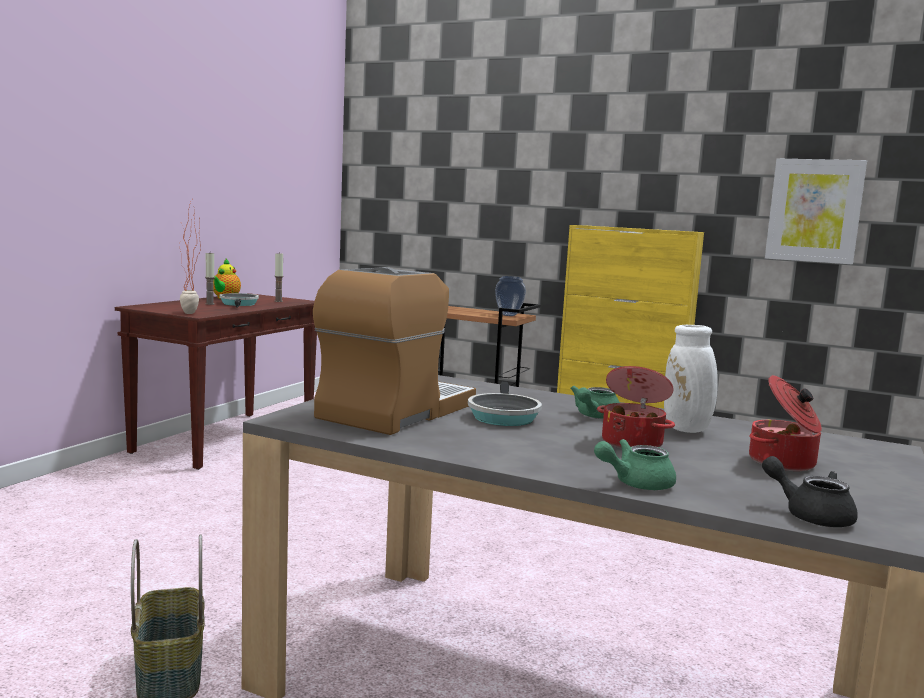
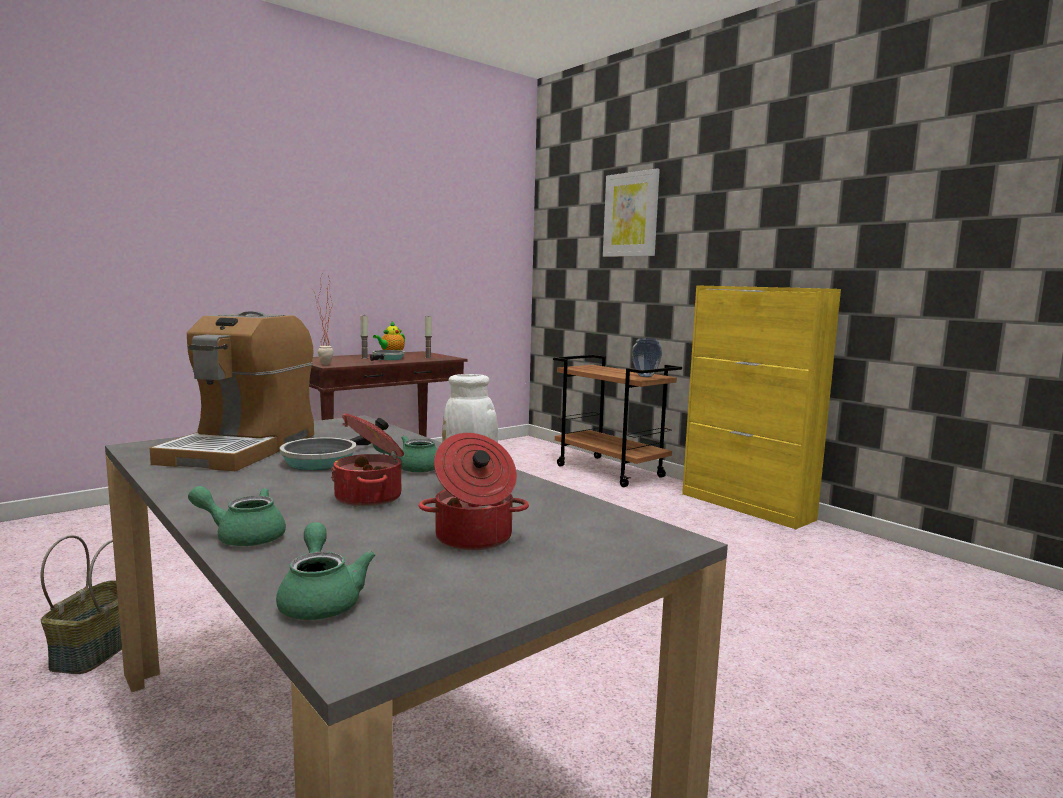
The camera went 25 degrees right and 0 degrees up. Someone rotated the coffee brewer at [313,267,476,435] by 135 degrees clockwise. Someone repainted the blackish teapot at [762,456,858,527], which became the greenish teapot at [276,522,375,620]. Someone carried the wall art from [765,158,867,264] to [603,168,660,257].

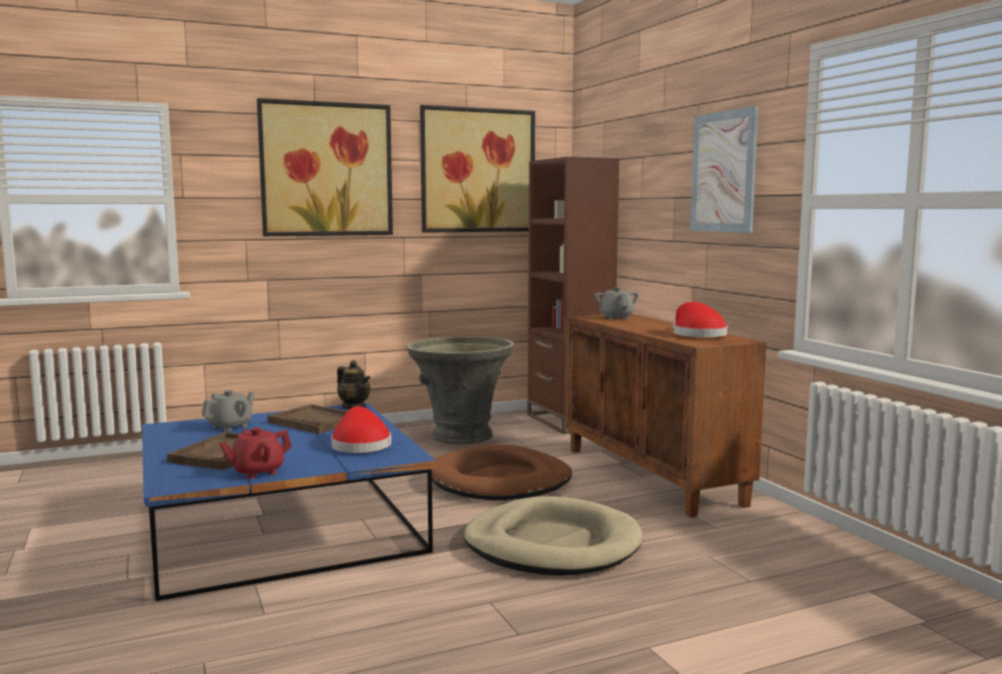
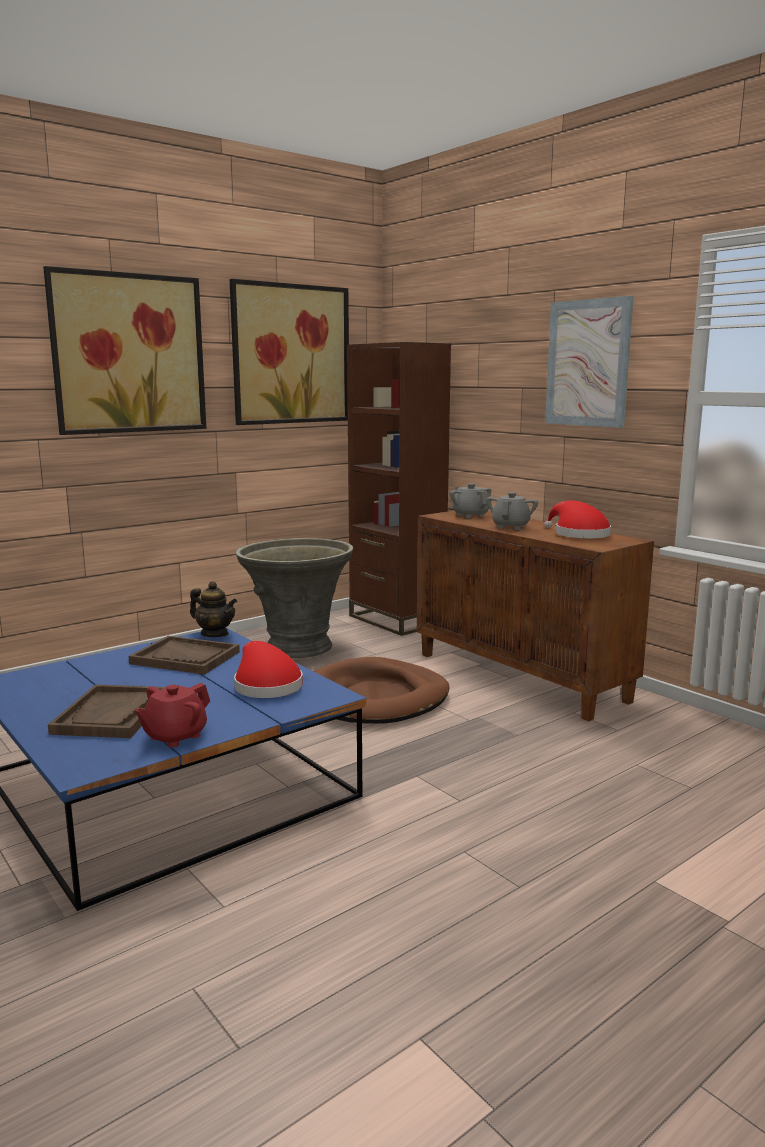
The camera went 15 degrees left and 5 degrees up. Someone carried the gray teapot from [202,390,255,431] to [486,492,538,530]. Someone took away the sand-coloured dog cushion at [464,496,642,575].

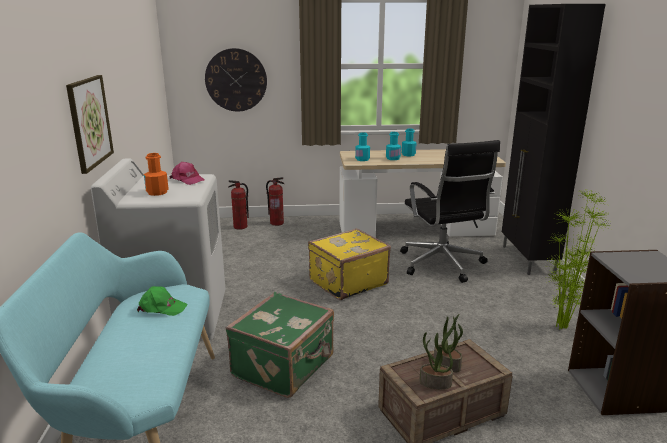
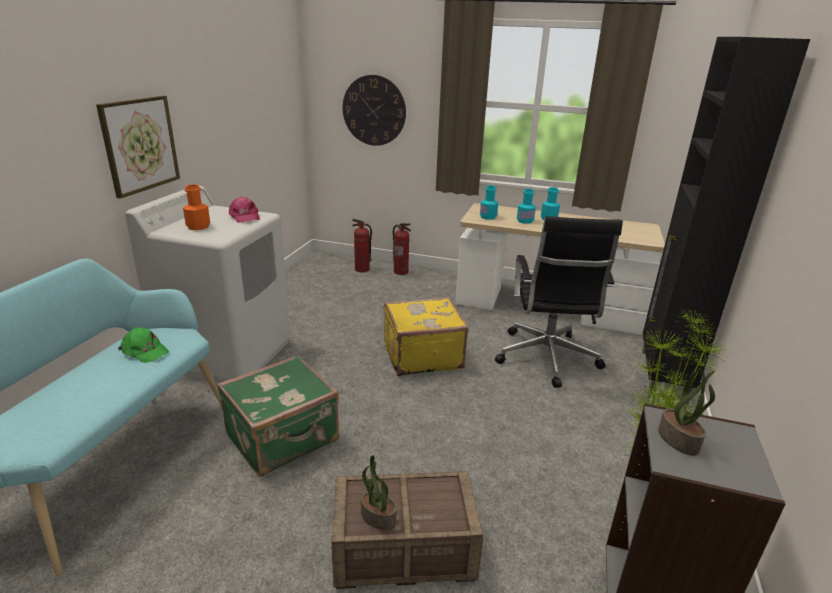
The camera went 20 degrees right and 5 degrees up. Someone carried the houseplant from [434,314,463,372] to [658,371,715,456].

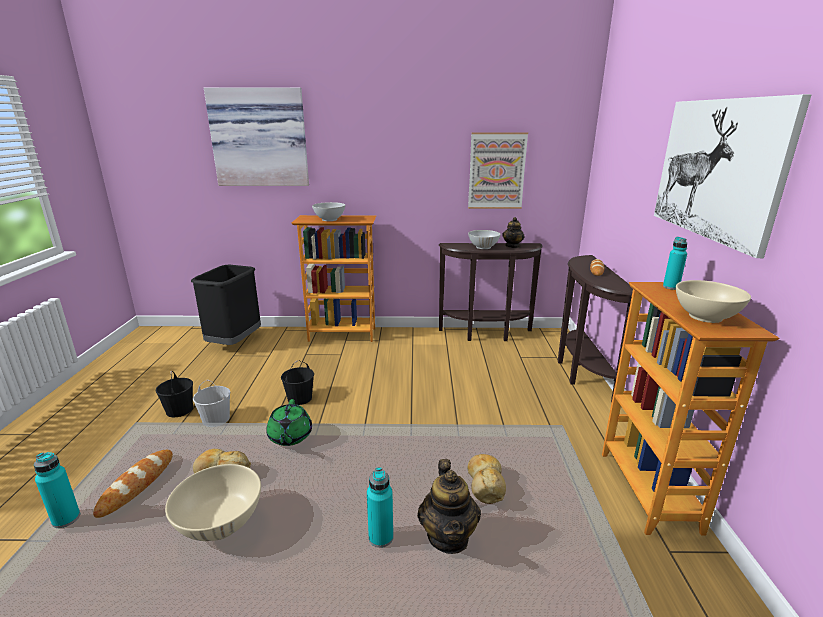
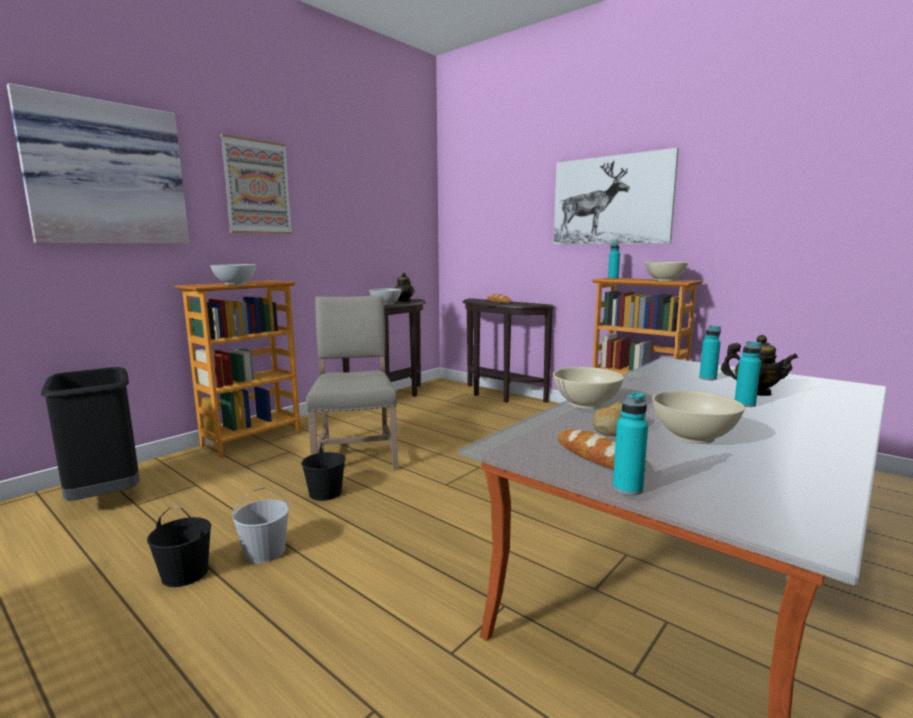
The camera went 50 degrees left and 10 degrees down. Someone carried the wall art from [468,132,528,209] to [220,134,292,234]. Someone put down the sand-coloured plain chair at [306,295,398,470]. Someone swapped the greenish teapot at [266,399,312,446] for the sand-coloured bowl at [553,367,624,409]. Someone swapped the baked bread at [467,454,506,504] for the blue-green drink bottle at [699,325,721,380].

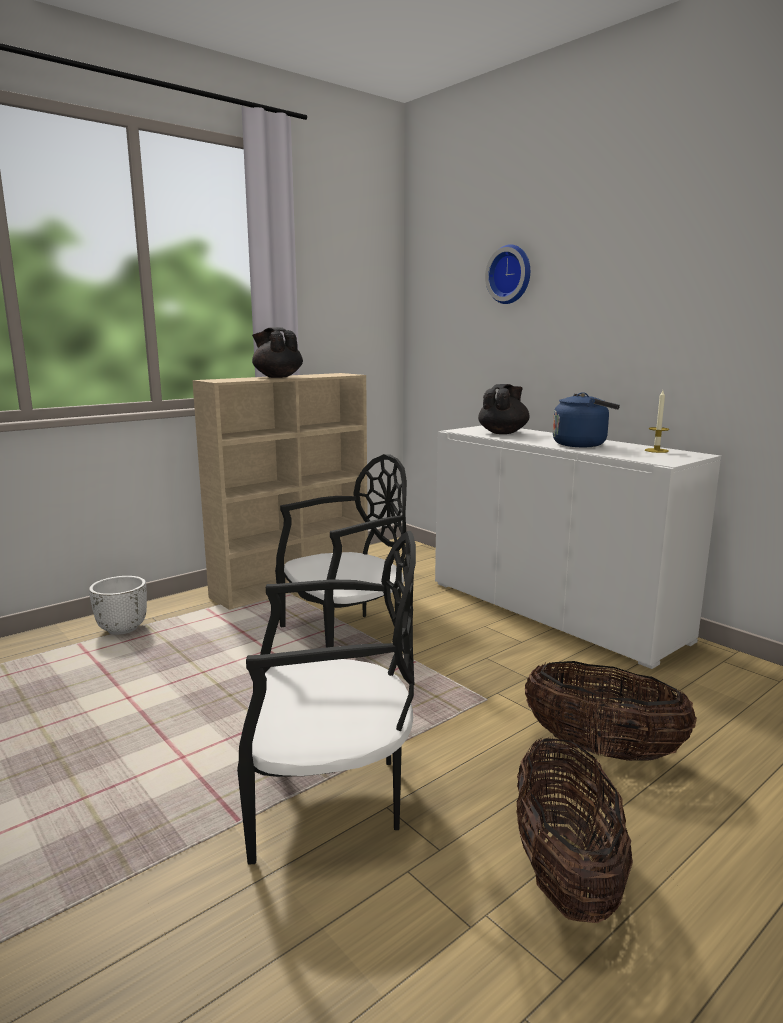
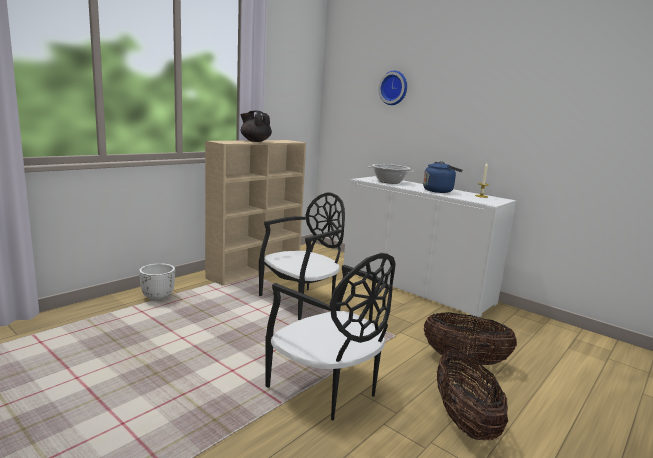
The camera went 10 degrees left and 0 degrees up. Someone rotated the blackish plain chair at [237,531,416,865] by 60 degrees clockwise. Someone swapped the blackish teapot at [478,384,529,434] for the cooking pot at [368,164,414,184].

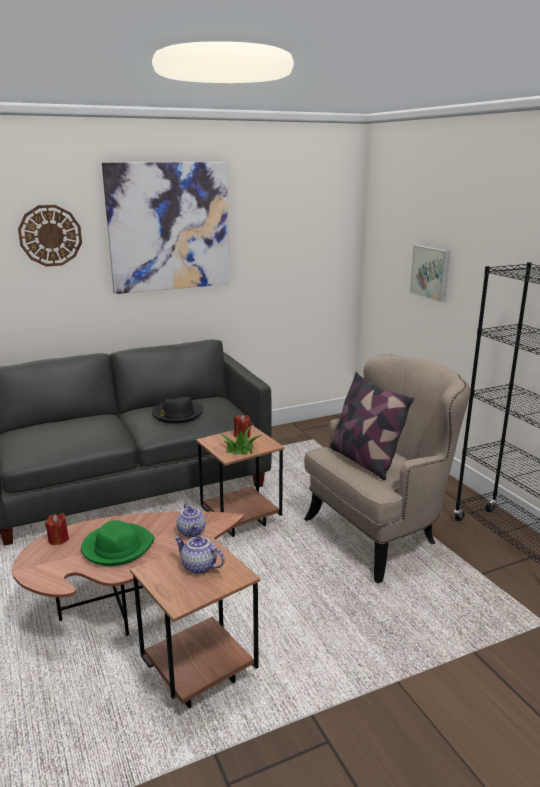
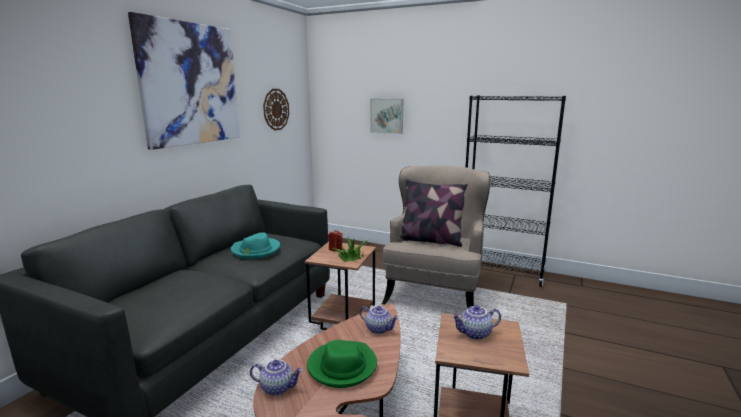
The camera went 40 degrees left and 5 degrees down. Someone repainted the blackish hat at [152,397,204,424], which became the blue-green hat at [231,232,280,259]. Someone swapped the red-coloured wax candle at [45,513,69,545] for the teapot at [250,360,303,396]. Someone carried the clock on the wall from [18,205,82,267] to [263,89,289,131].

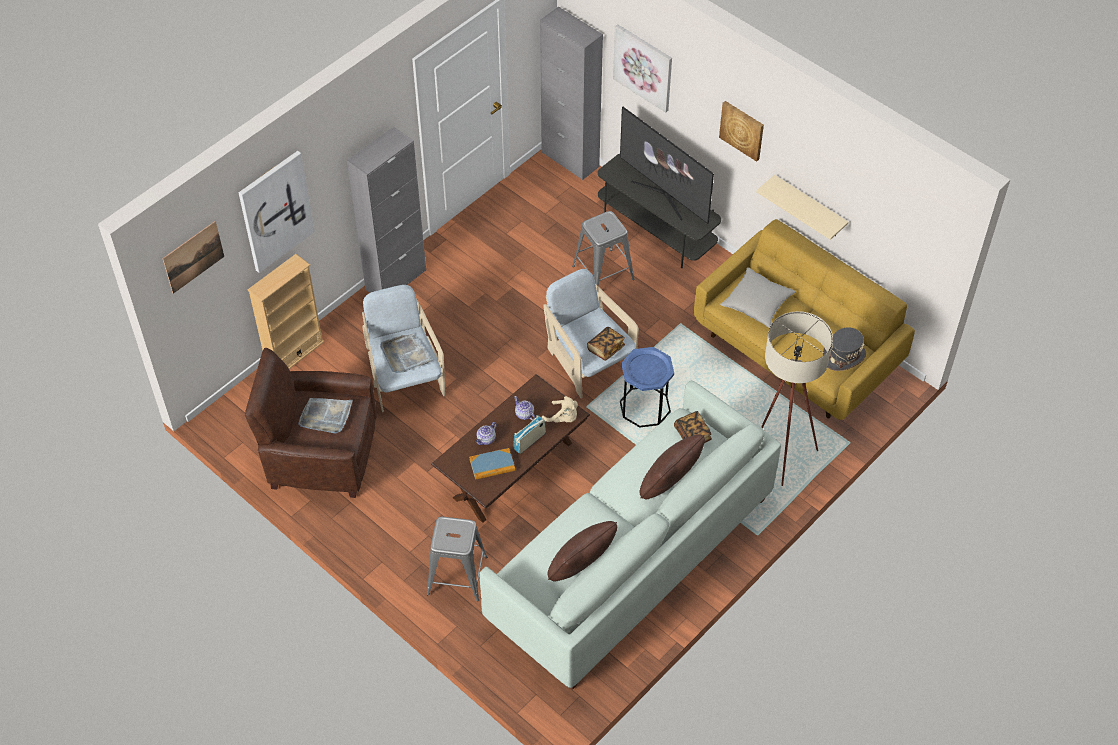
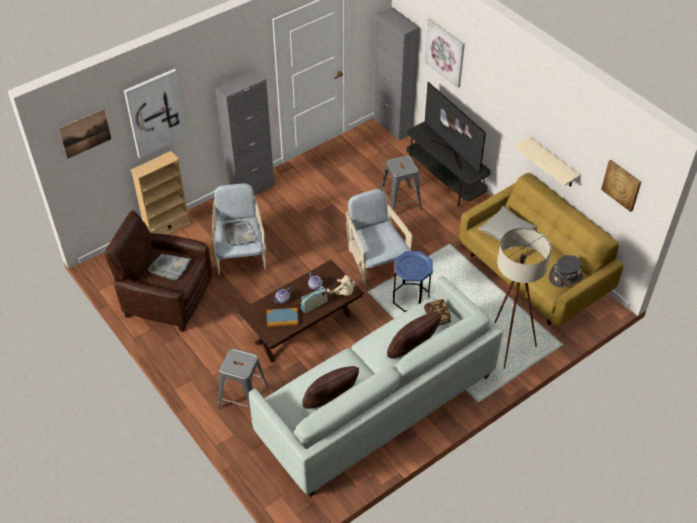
The camera went 10 degrees right and 5 degrees down. Someone carried the wall art from [719,101,764,162] to [601,160,641,212]. Someone took away the book at [587,327,625,361].

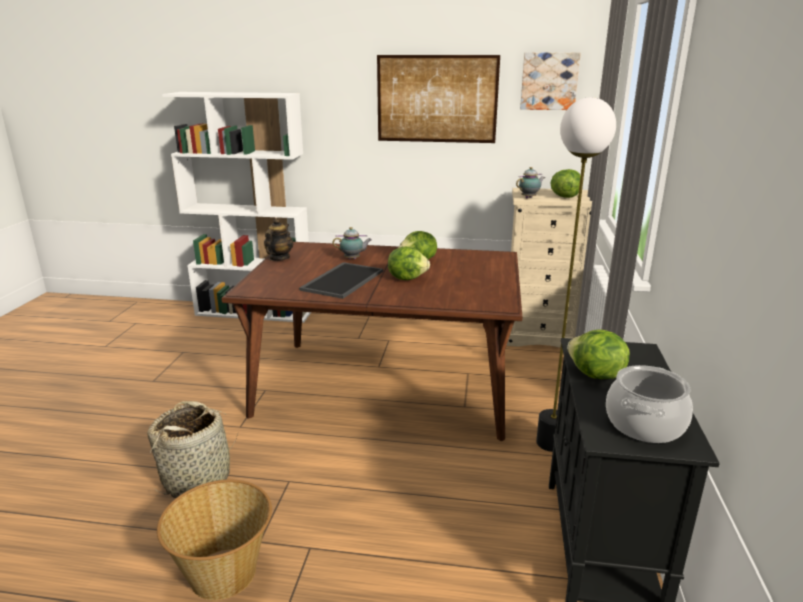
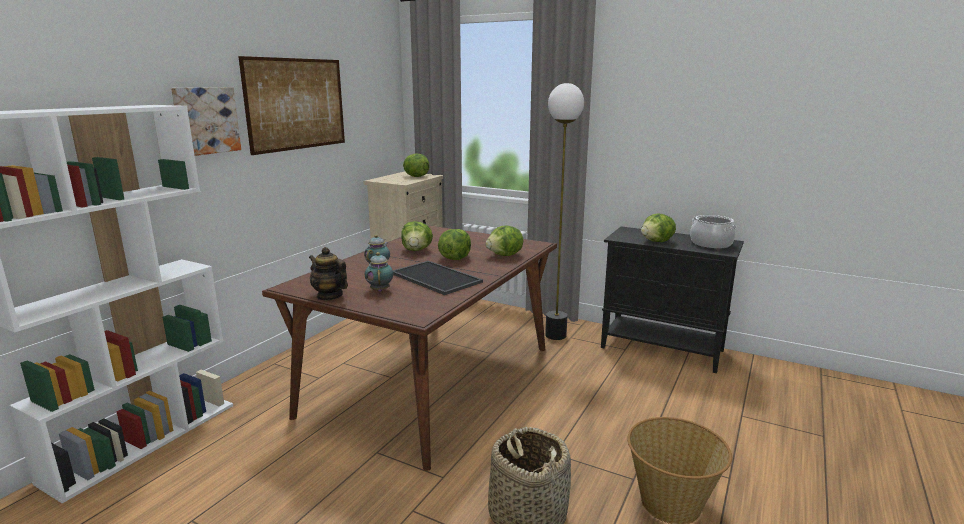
The camera went 70 degrees left and 5 degrees down. Someone carried the wall art from [520,52,581,110] to [171,87,241,156]. Someone carried the teapot from [516,167,545,198] to [365,252,394,292]. Someone put down the lettuce at [485,226,523,256].

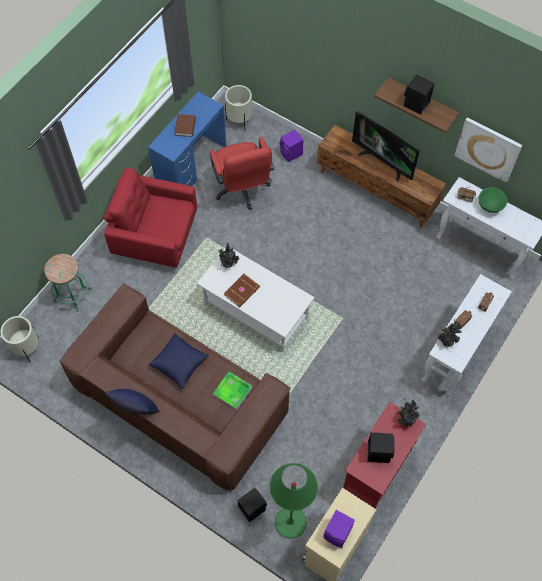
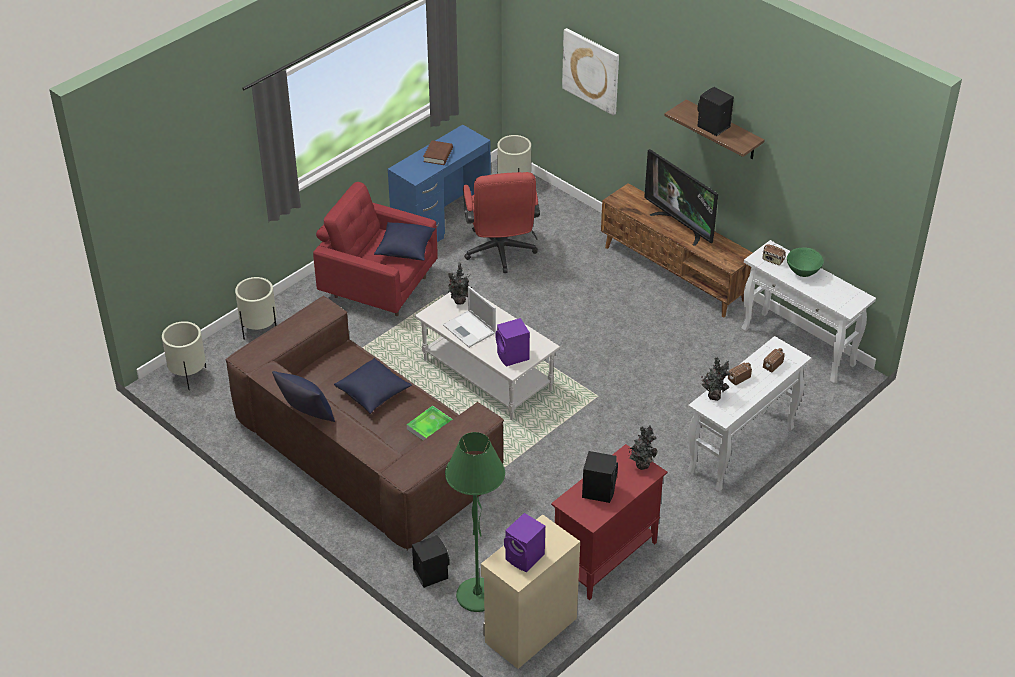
The camera went 10 degrees right and 20 degrees down. Someone swapped the greenish stool at [44,254,92,312] for the sand-coloured plant pot at [235,277,277,340]. Someone put down the blue cushion at [374,222,436,261]. Someone swapped the brownish book at [224,274,260,308] for the portable computer at [443,286,496,348]. Someone carried the purplish loudspeaker from [280,129,304,162] to [495,318,530,367]. Someone carried the wall art from [454,118,522,183] to [562,28,619,116].

